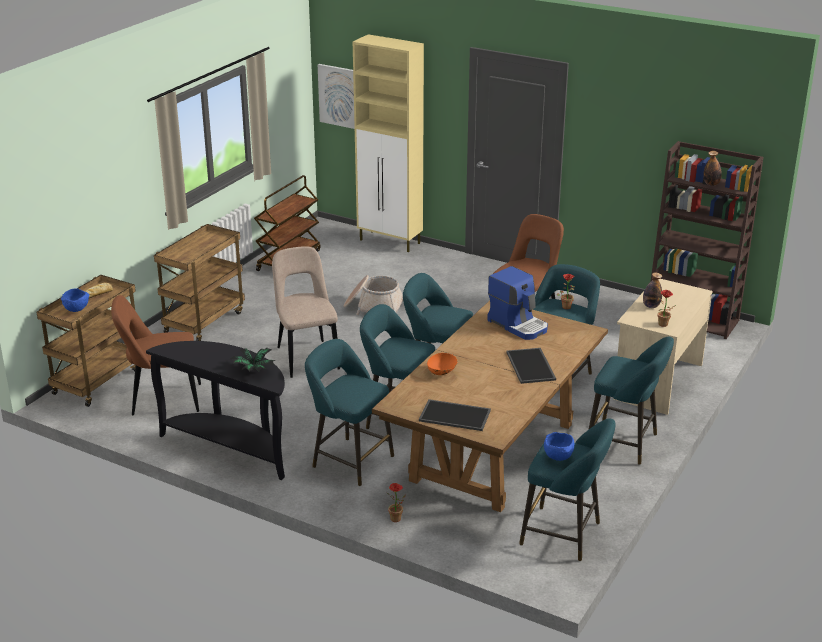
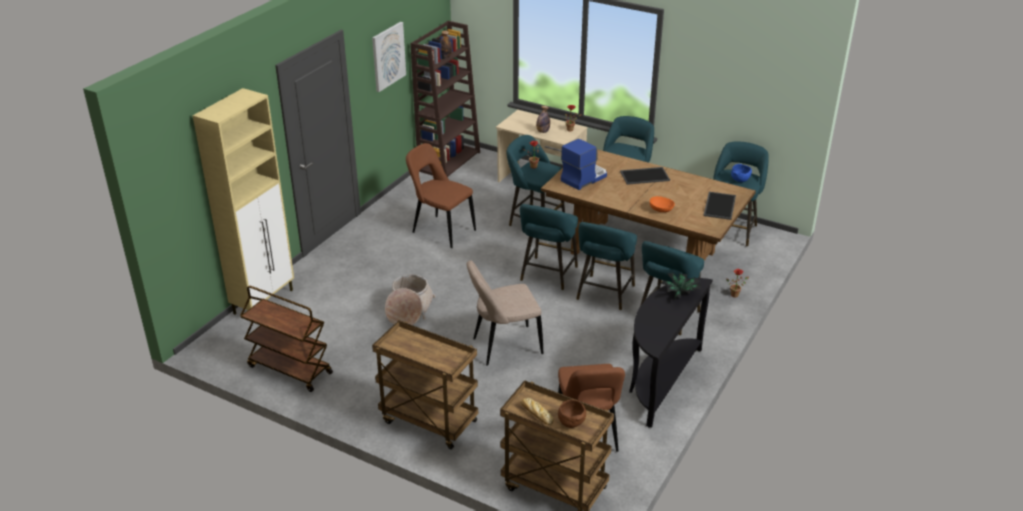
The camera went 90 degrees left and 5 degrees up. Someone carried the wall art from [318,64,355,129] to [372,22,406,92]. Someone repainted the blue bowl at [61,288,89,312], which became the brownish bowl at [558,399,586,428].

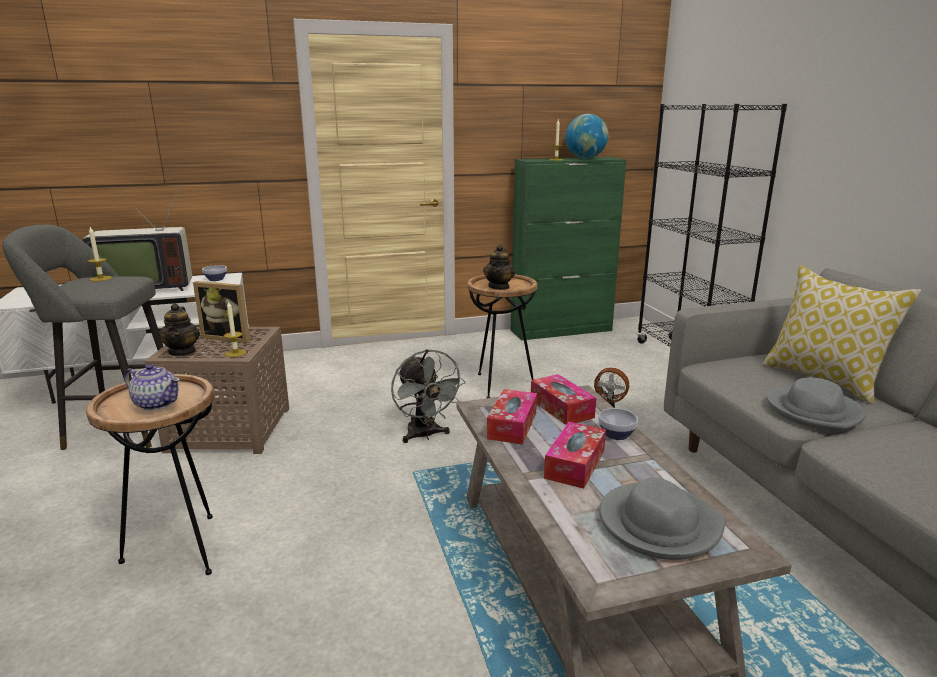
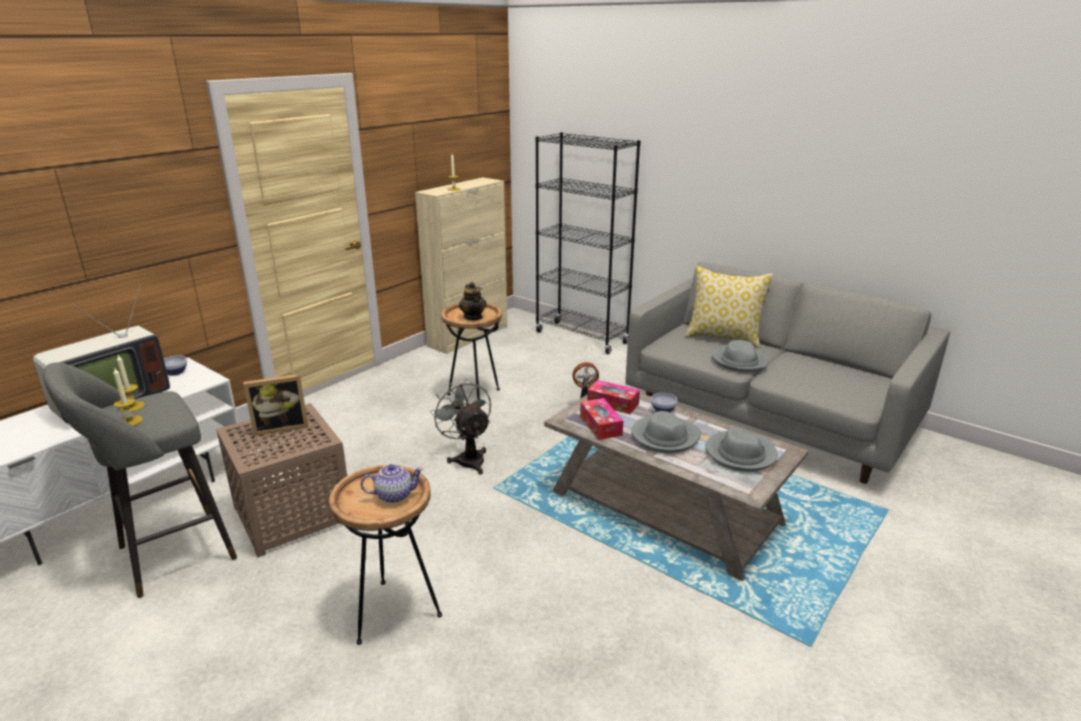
The camera went 35 degrees left and 5 degrees up. Someone carried the wax candle from [224,300,246,357] to [113,368,143,426]. Someone repainted the greenish cabinet at [511,157,627,340], which became the sand-coloured cabinet at [415,177,507,354]. Someone rotated the gray fan at [391,349,465,443] by 150 degrees counterclockwise. Someone swapped the tissue holder at [544,422,606,489] for the gray hat at [631,411,700,453]. Someone took away the teapot at [159,303,200,356]. Someone took away the globe at [565,114,609,159].

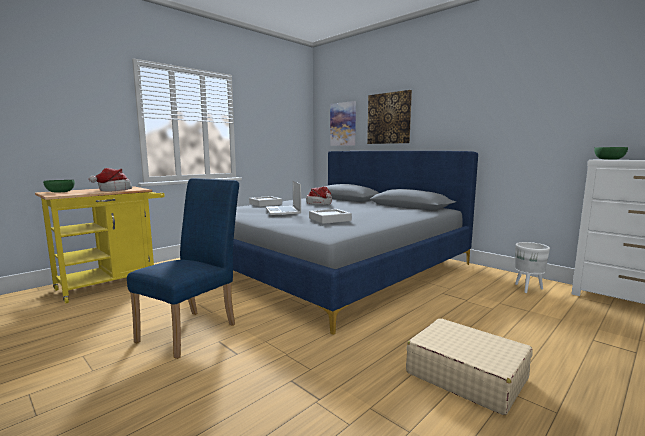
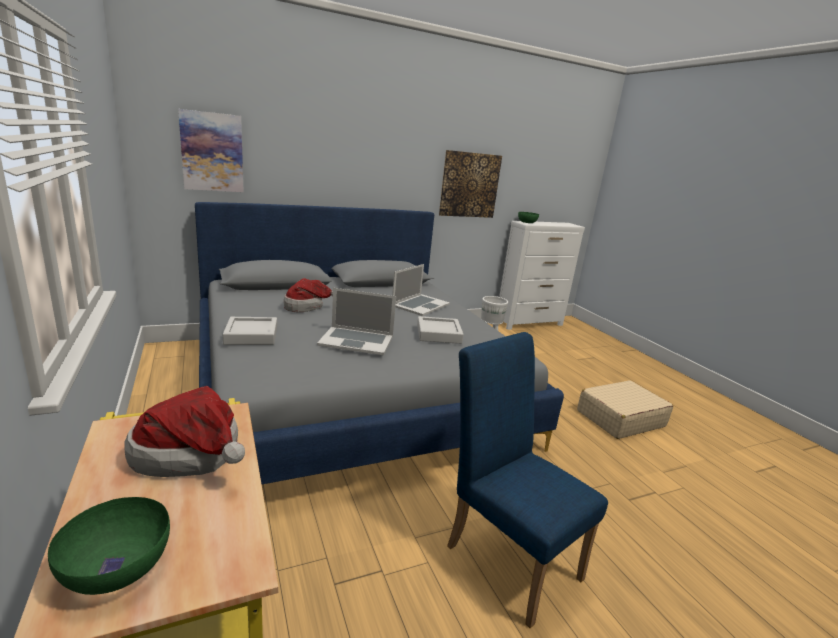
The camera went 70 degrees left and 10 degrees up. Someone put down the portable computer at [392,264,450,316]. Someone carried the wall art from [367,90,412,144] to [439,150,502,218].

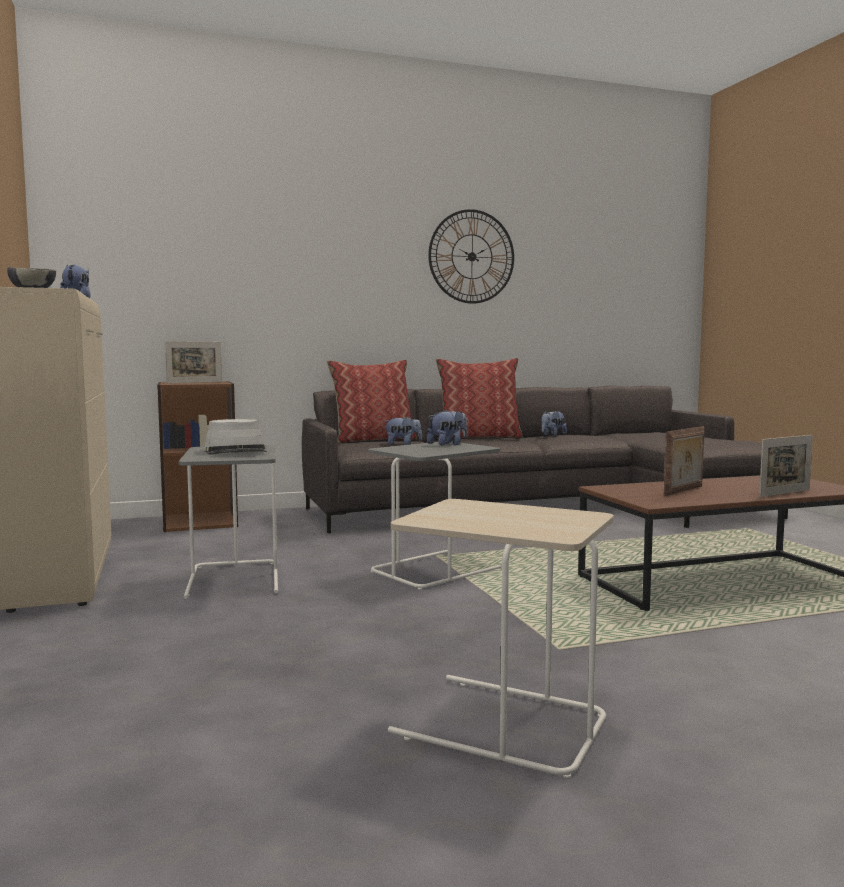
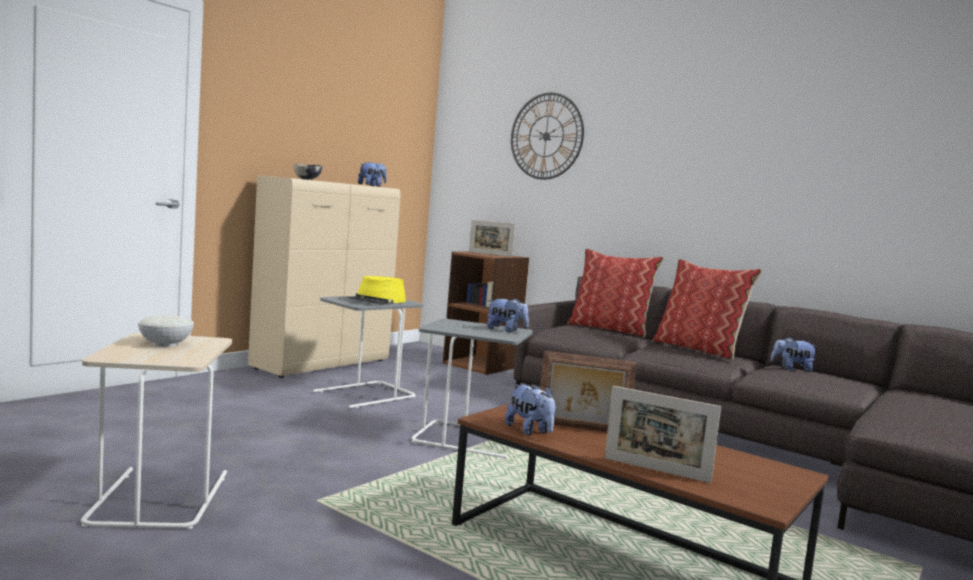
The camera went 55 degrees right and 0 degrees up. Someone put down the white-coloured bowl at [138,315,194,346]. Someone repainted the gray hat at [204,419,267,455], which became the yellow hat at [348,276,406,305]. Someone carried the plush toy from [384,416,422,445] to [505,384,556,436]. Someone carried the clock on the wall from [428,209,514,304] to [511,92,584,180].

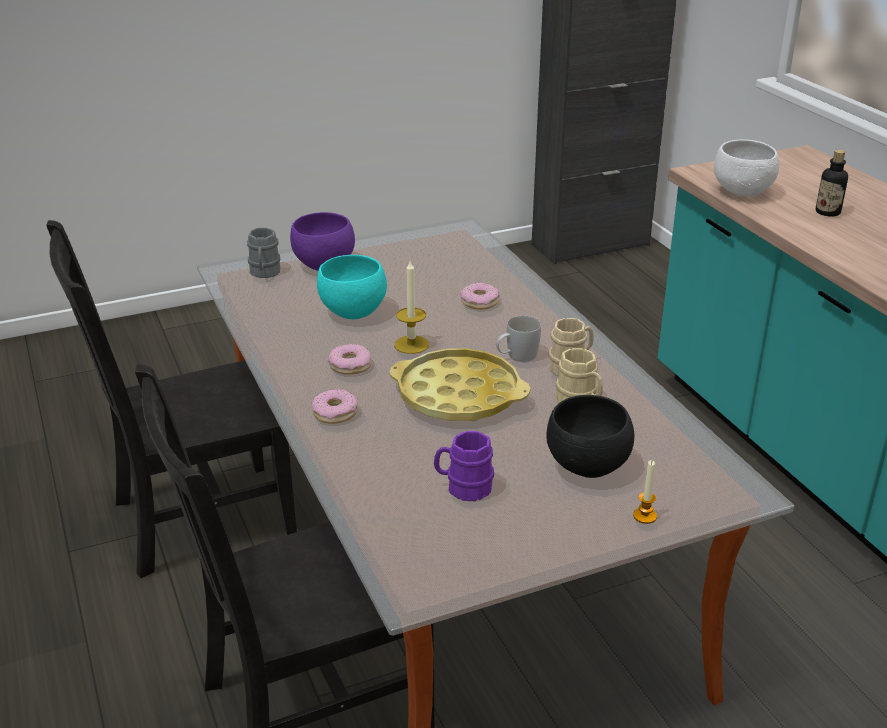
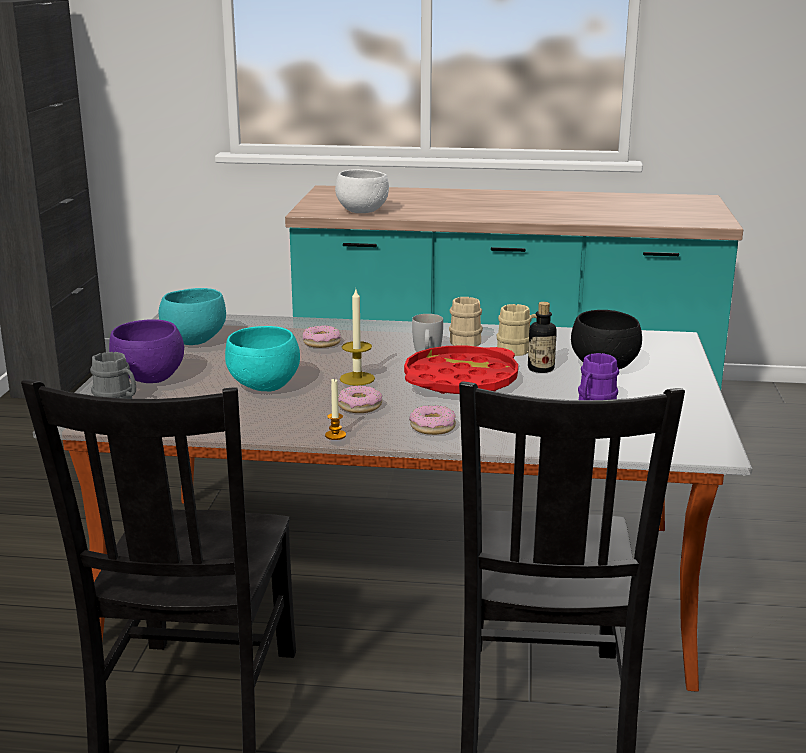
The camera went 60 degrees left and 10 degrees down. Someone put down the blue-green bowl at [158,288,226,345]. Someone carried the wax candle from [633,460,657,524] to [325,378,346,440]. Someone repainted the yellow serving tray at [389,348,531,421], which became the red-coloured serving tray at [404,346,518,394]. Someone carried the drink bottle from [816,150,848,217] to [528,302,557,373].

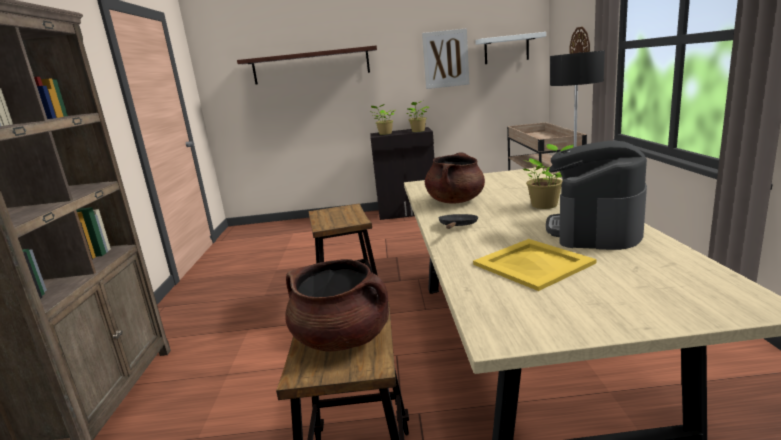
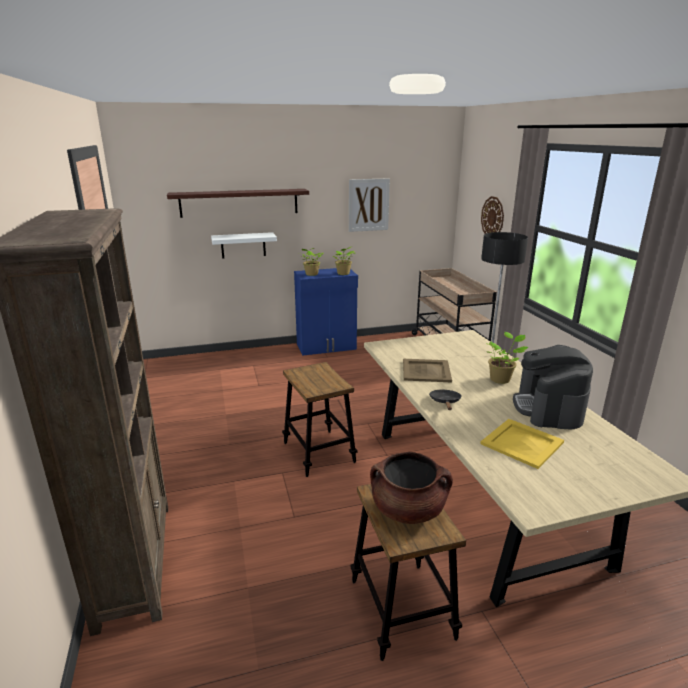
The camera went 15 degrees left and 5 degrees up. Someone carried the white-coloured wall shelf from [475,32,546,64] to [211,232,277,259]. Someone repainted the blackish cabinet at [370,127,434,220], which became the blue cabinet at [294,268,358,355]. Someone swapped the brownish cooking pot at [425,152,485,203] for the sand-coloured serving tray at [403,359,452,382].

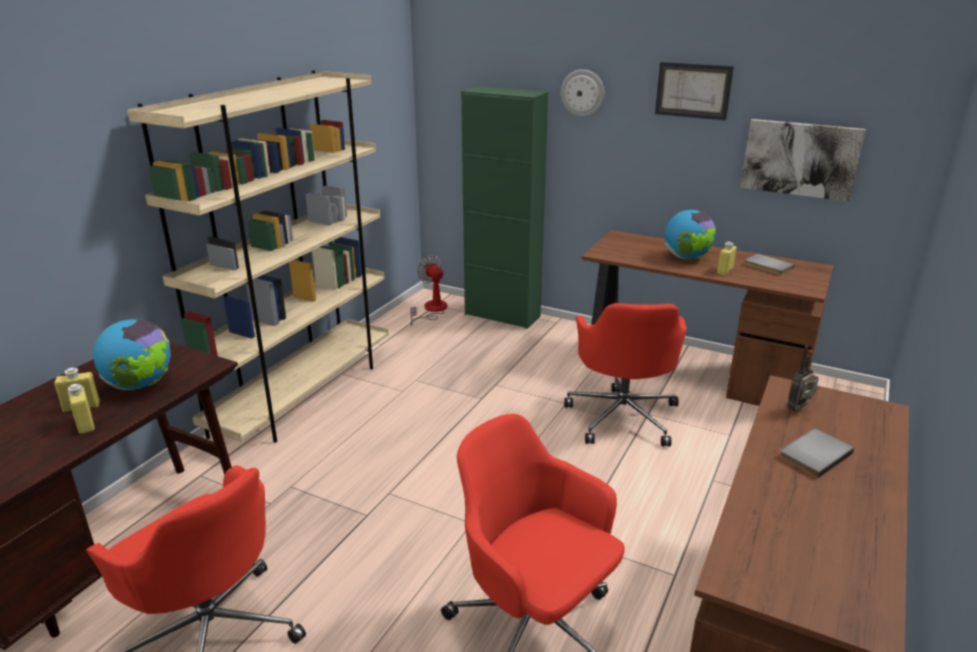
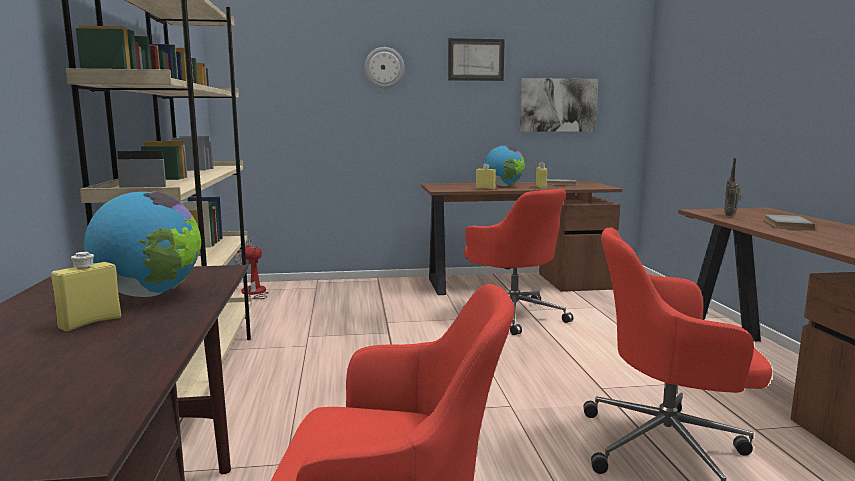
The camera went 35 degrees left and 15 degrees down. Someone carried the yellow drink bottle from [67,384,95,434] to [476,164,496,190]. Someone took away the greenish cabinet at [461,86,548,329].

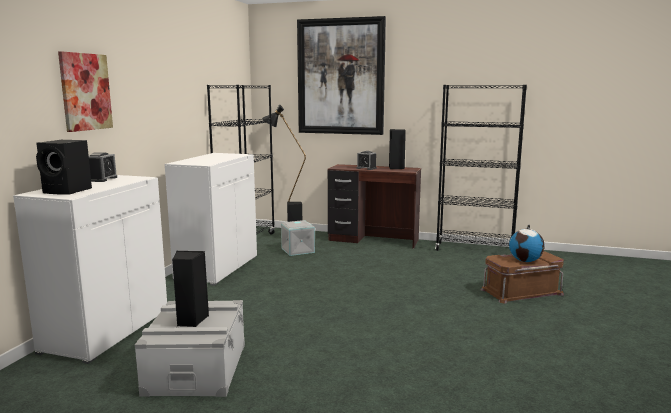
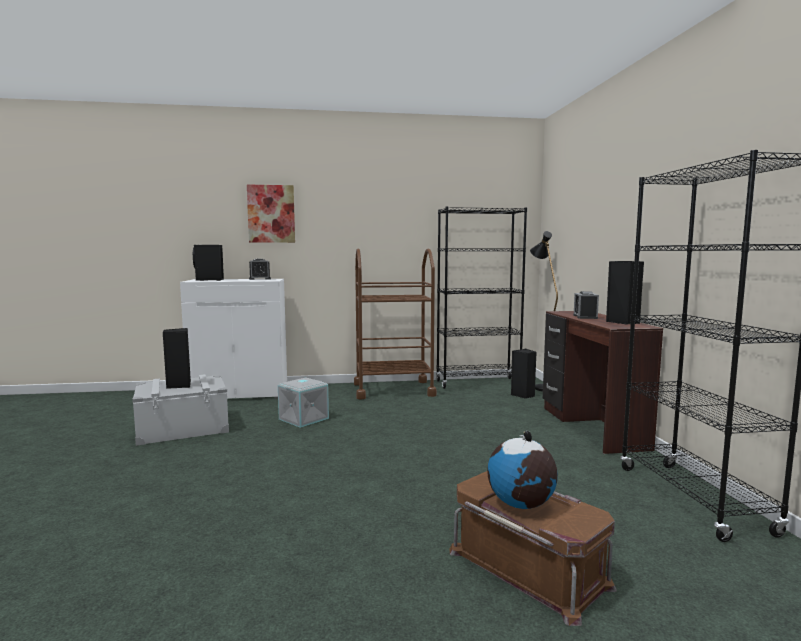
The camera went 65 degrees right and 5 degrees down. Someone carried the gray storage bin from [281,220,315,256] to [278,377,329,428]. Someone swapped the white-coloured cabinet at [165,153,257,286] for the brownish cart at [354,249,437,399]. Someone took away the wall art at [297,16,386,135].

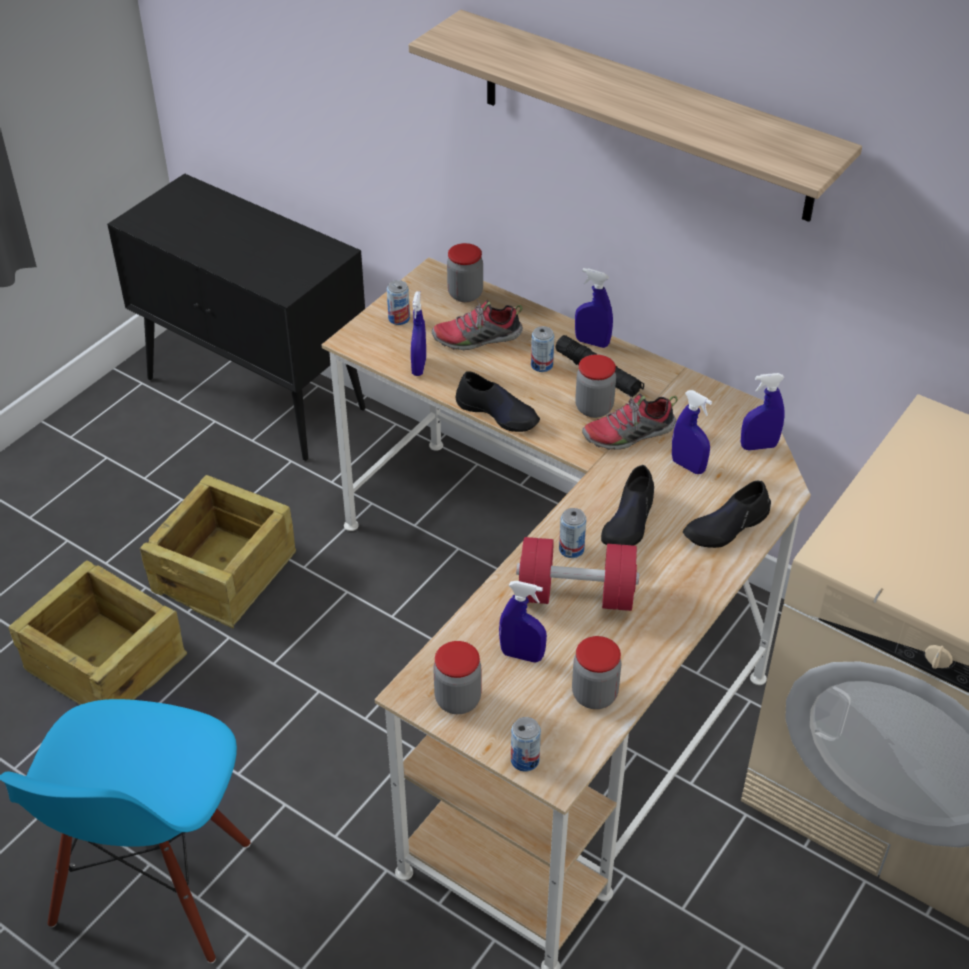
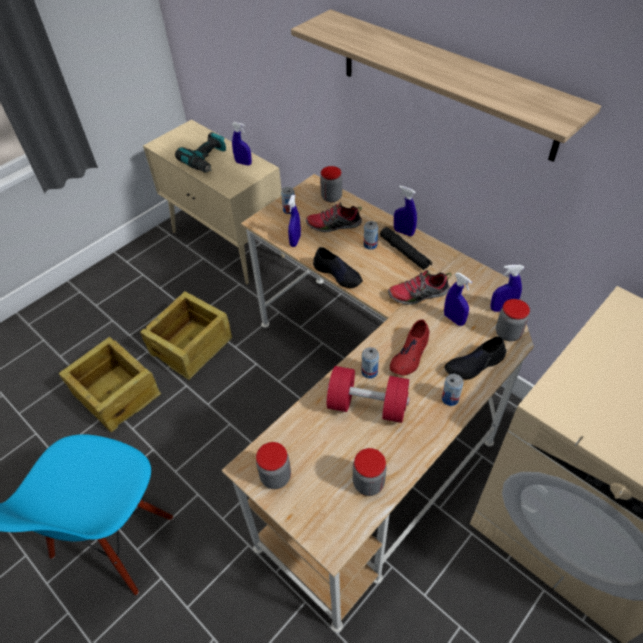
The camera went 10 degrees right and 5 degrees up. Someone repainted the blackish cabinet at [107,173,366,461], which became the sand-coloured cabinet at [143,119,285,285]. Someone put down the electric drill at [175,132,226,173]. Someone carried the blue sprayer from [499,581,547,662] to [232,122,252,166]. Someone repainted the blackish low shoe at [601,465,654,546], which became the red-coloured low shoe at [390,319,429,376]. Someone carried the sealed can from [511,717,541,772] to [442,374,463,406]. Someone carried the jar from [575,354,616,418] to [496,299,530,341].

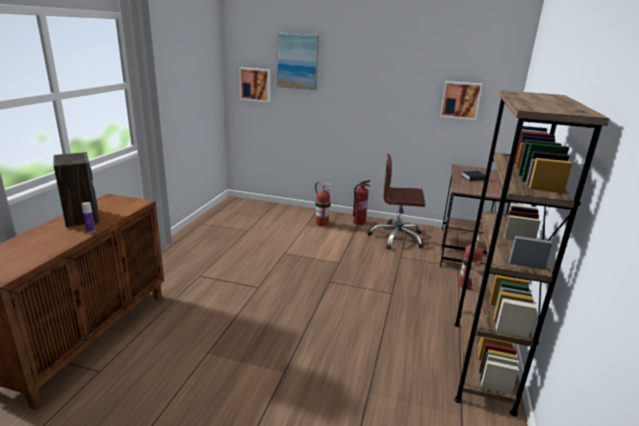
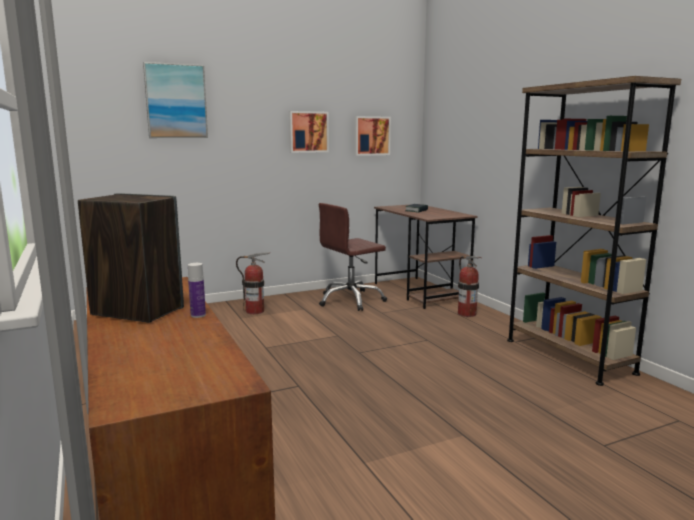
The camera went 40 degrees left and 10 degrees down. Someone carried the wall art from [239,67,270,102] to [289,111,329,153]. Someone took away the extinguisher at [353,180,370,225].

